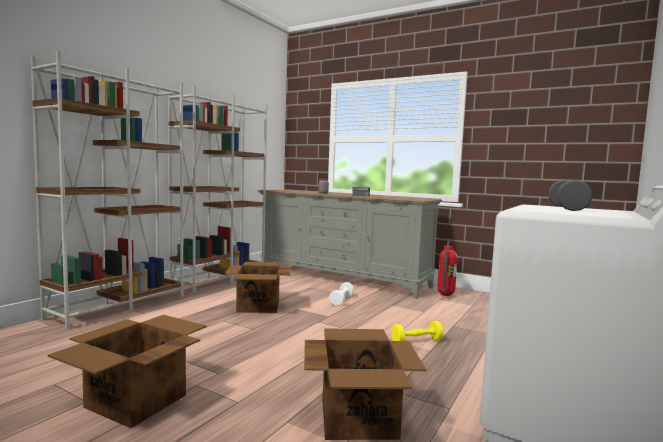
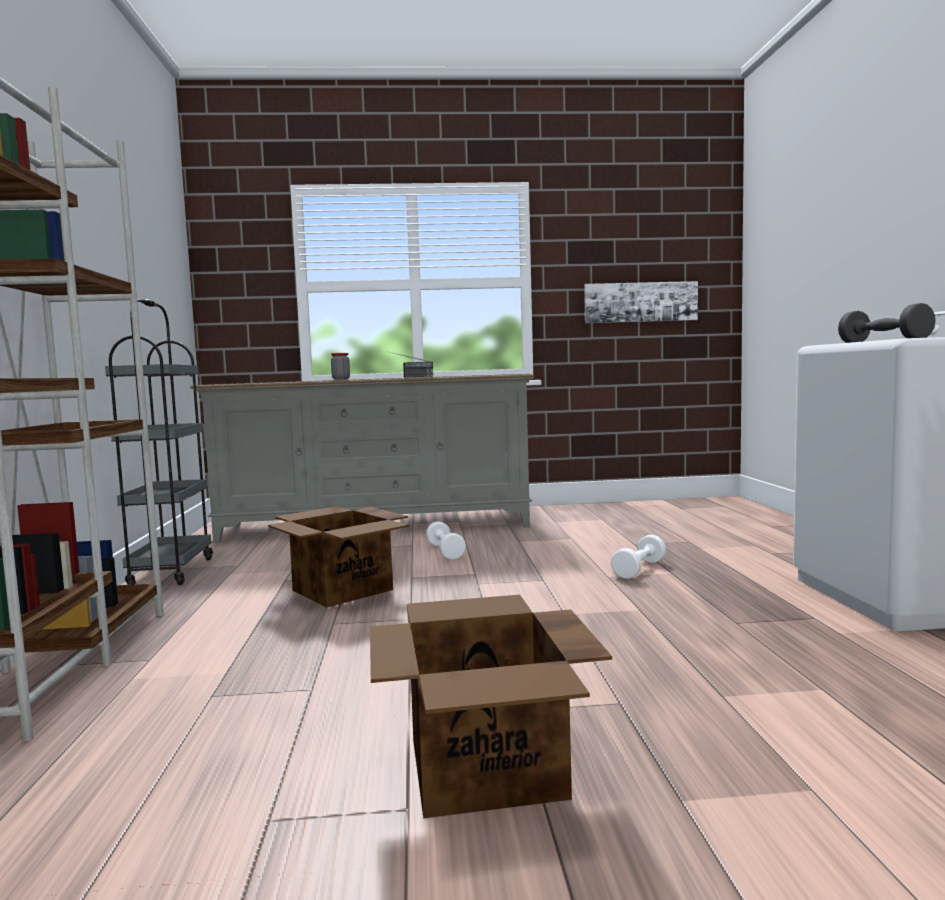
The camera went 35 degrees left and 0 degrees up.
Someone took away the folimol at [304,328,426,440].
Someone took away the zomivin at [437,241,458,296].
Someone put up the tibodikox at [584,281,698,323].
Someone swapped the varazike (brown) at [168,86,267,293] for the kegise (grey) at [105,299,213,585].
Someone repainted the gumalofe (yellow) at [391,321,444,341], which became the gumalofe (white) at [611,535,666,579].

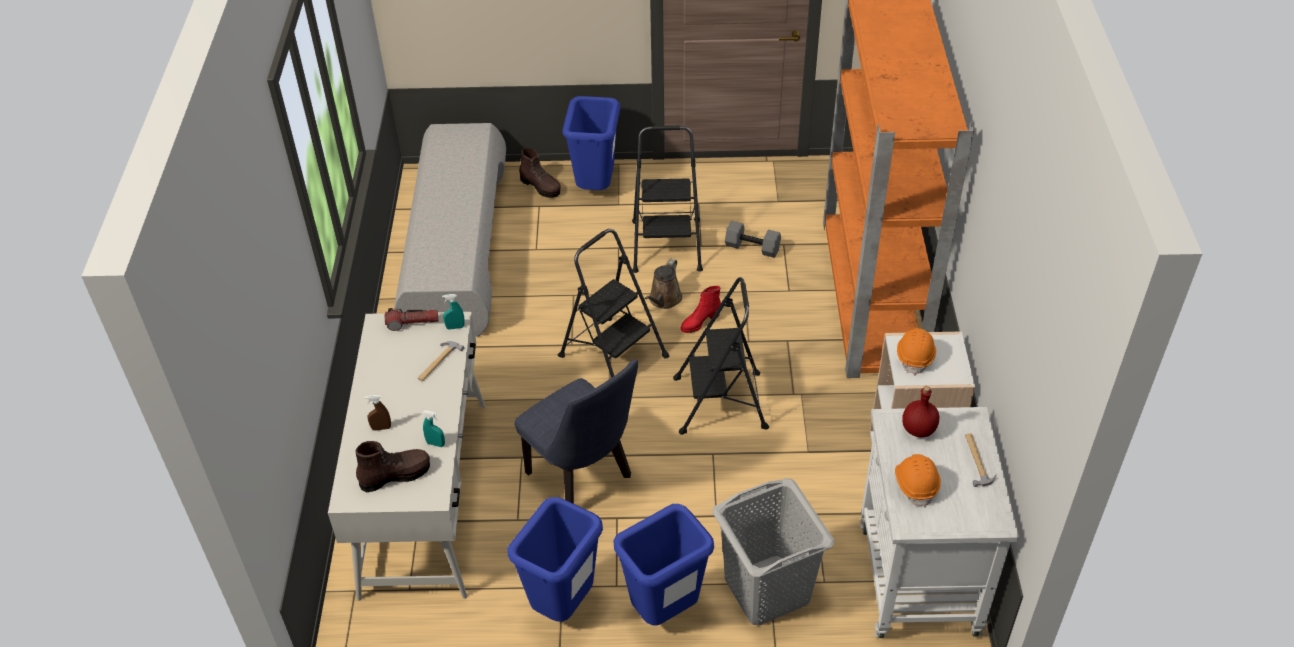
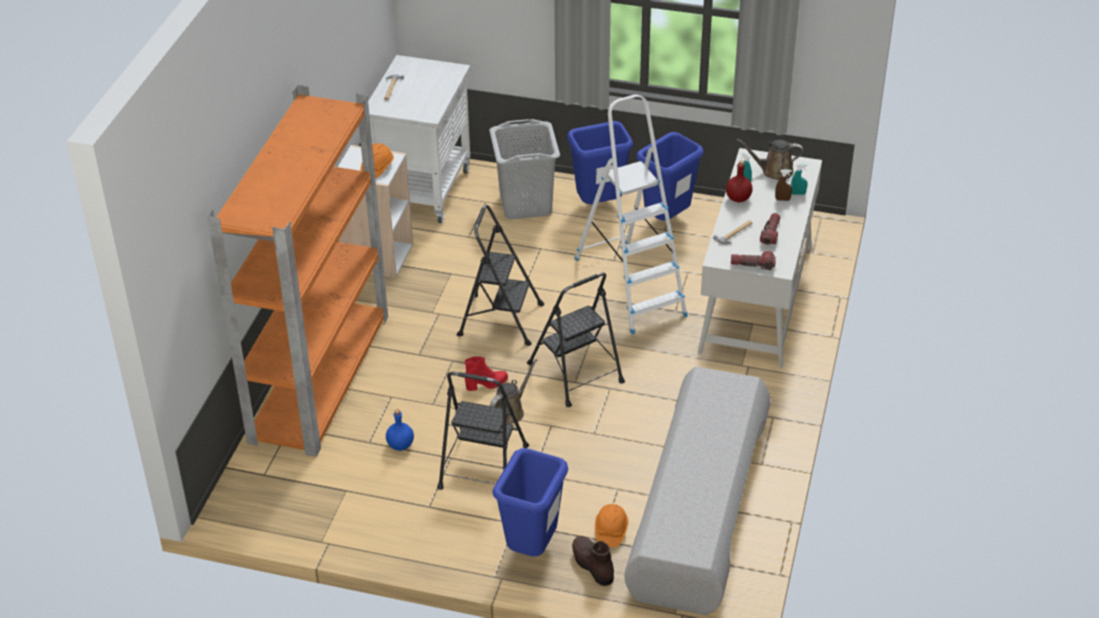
The camera went 165 degrees left and 5 degrees down.
Someone put down the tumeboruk at [760,213,780,245].
Someone carried the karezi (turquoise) from [442,294,465,330] to [791,164,808,195].
Someone carried the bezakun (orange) from [895,454,941,508] to [595,504,629,547].
Someone carried the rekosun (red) from [902,386,939,438] to [726,161,753,202].
Someone swapped the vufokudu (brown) at [355,441,430,492] for the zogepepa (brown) at [737,139,803,180].
Someone swapped the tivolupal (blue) at [514,359,638,504] for the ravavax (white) at [575,95,688,334].
Someone swapped the gumalofe (grey) at [725,221,781,258] for the rekosun (blue) at [386,410,414,451].

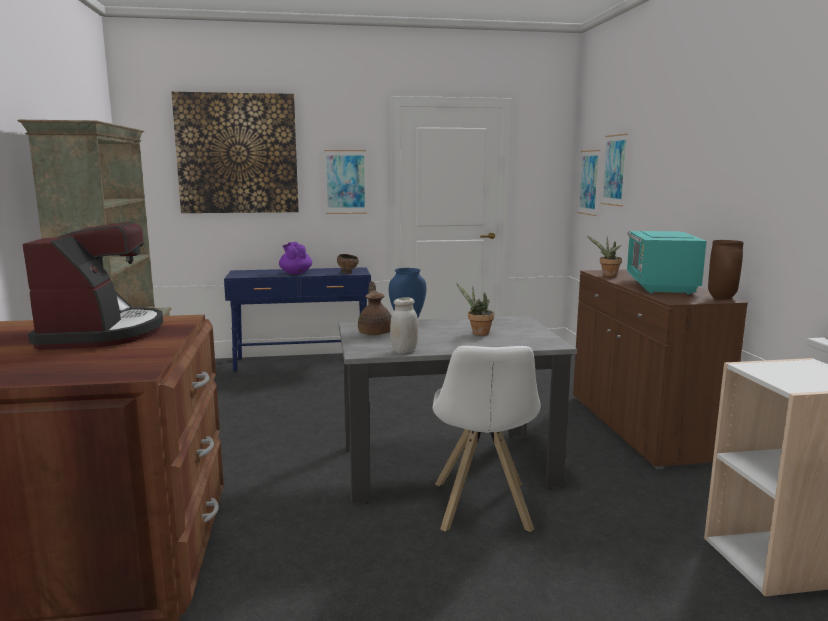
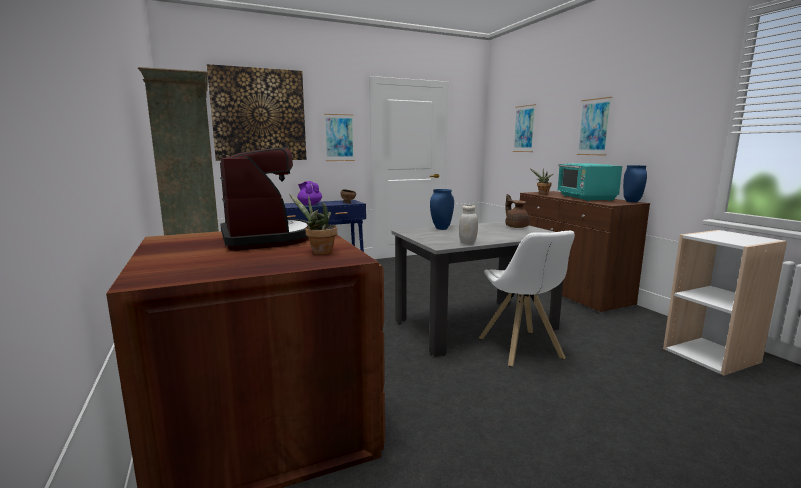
The camera went 15 degrees left and 0 degrees up.
Someone carried the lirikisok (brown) from [358,281,392,335] to [505,194,530,228].
Someone carried the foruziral from [456,283,494,336] to [289,194,337,255].
Someone carried the tibodikox from [578,150,600,216] to [577,97,612,156].
Someone repainted the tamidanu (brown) at [708,240,744,299], which became the tamidanu (blue) at [623,165,647,202].

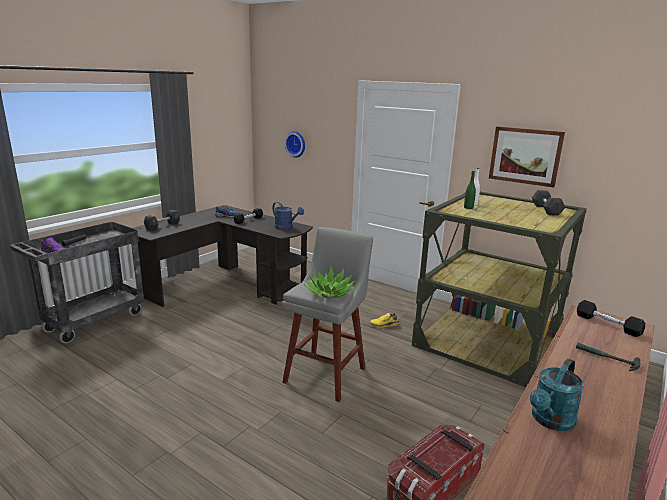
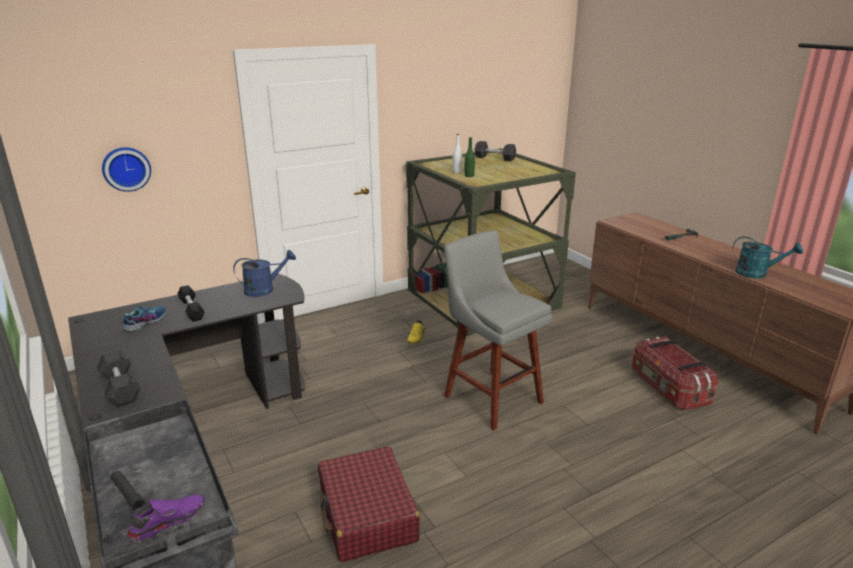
The camera went 65 degrees left and 5 degrees up.
Someone took away the foruziral at [304,266,355,298].
Someone took away the tibodikox at [489,126,565,188].
Someone took away the gumalofe (black) at [577,300,646,337].
Someone put down the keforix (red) at [318,446,420,562].
Someone rotated the zogepepa (turquoise) at [530,358,584,431] by 45 degrees counterclockwise.

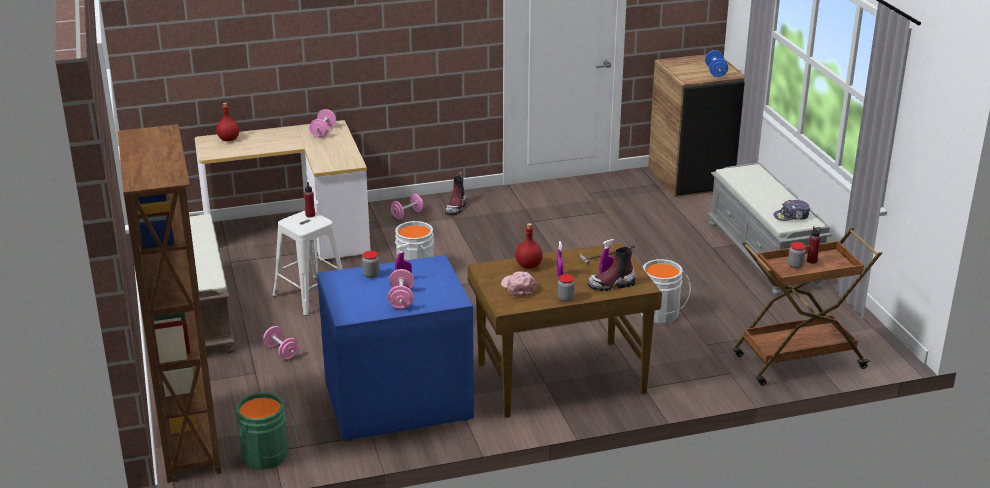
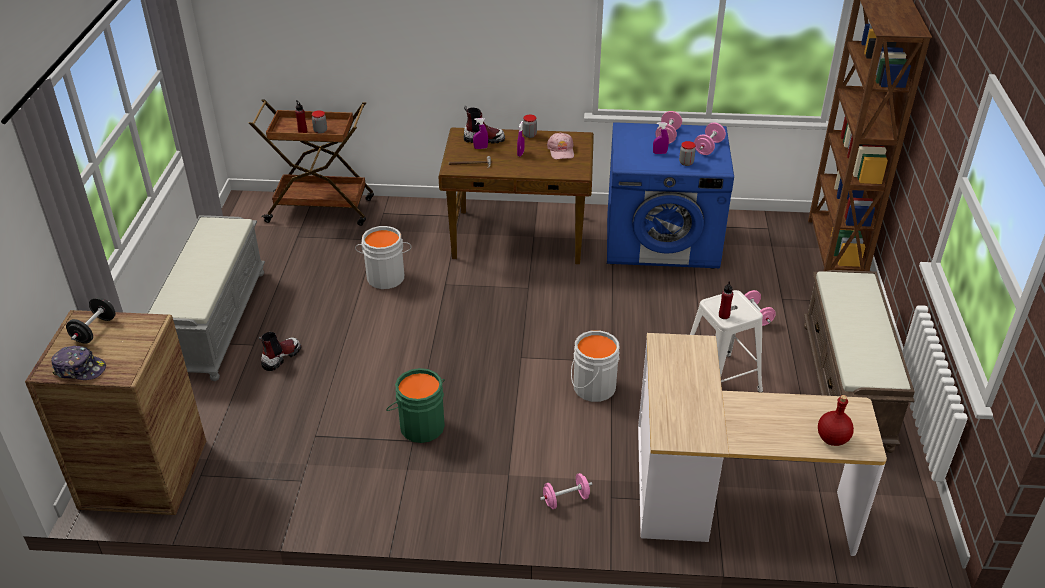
The camera went 160 degrees left and 10 degrees up.
Someone took away the rekosun (red) at [516,223,543,269].
Someone carried the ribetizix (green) from [236,392,295,470] to [386,368,445,443].
Someone carried the gumalofe (pink) from [309,109,336,138] to [694,122,726,155].
Someone carried the vufokudu from [445,172,466,215] to [259,332,301,371].
Someone carried the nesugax from [774,200,810,221] to [51,346,106,380].
Someone repainted the gumalofe (blue) at [705,50,728,77], which became the gumalofe (black) at [66,297,115,344].

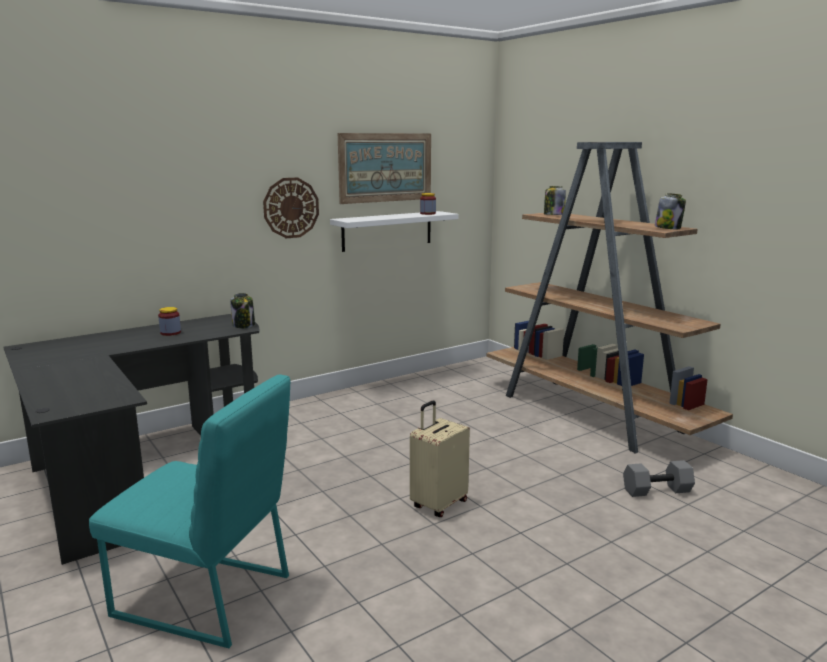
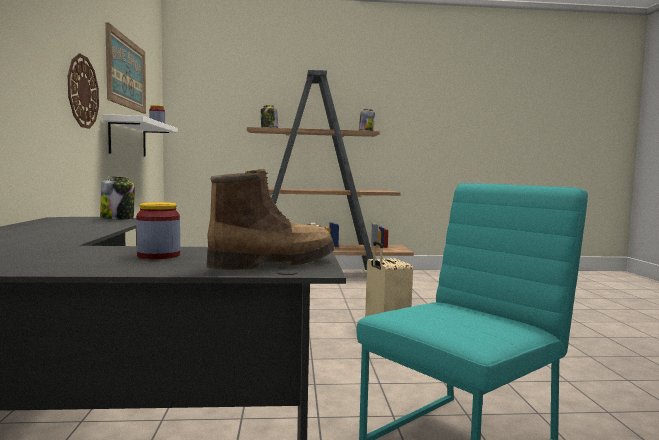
The camera went 60 degrees left and 10 degrees down.
Someone took away the gumalofe (grey) at [623,460,695,497].
Someone put down the vufokudu at [206,169,335,270].
Someone carried the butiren from [158,307,181,336] to [136,202,180,259].

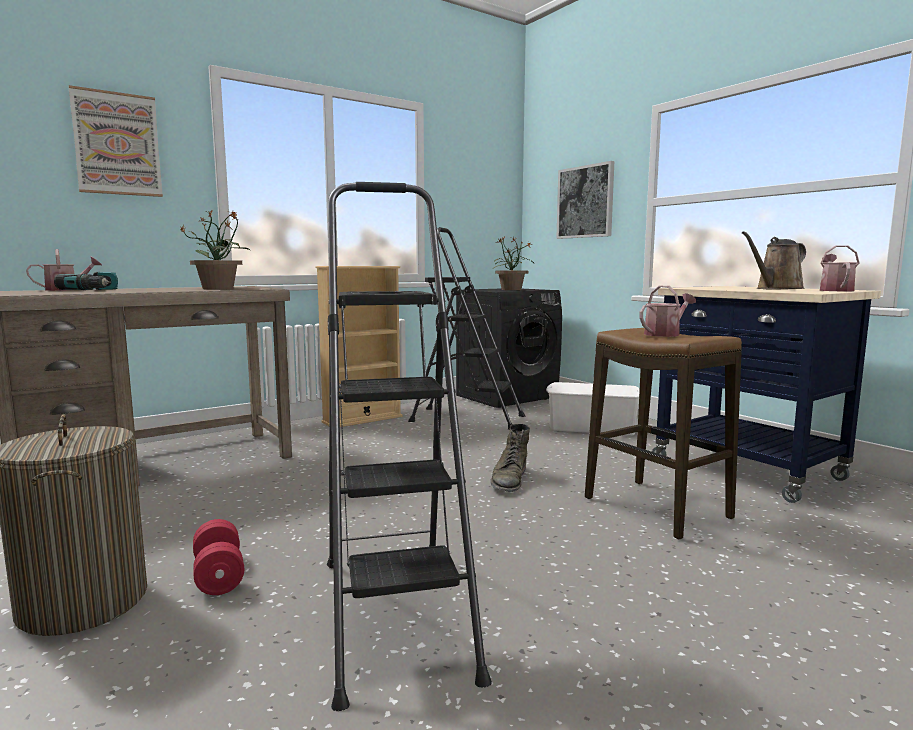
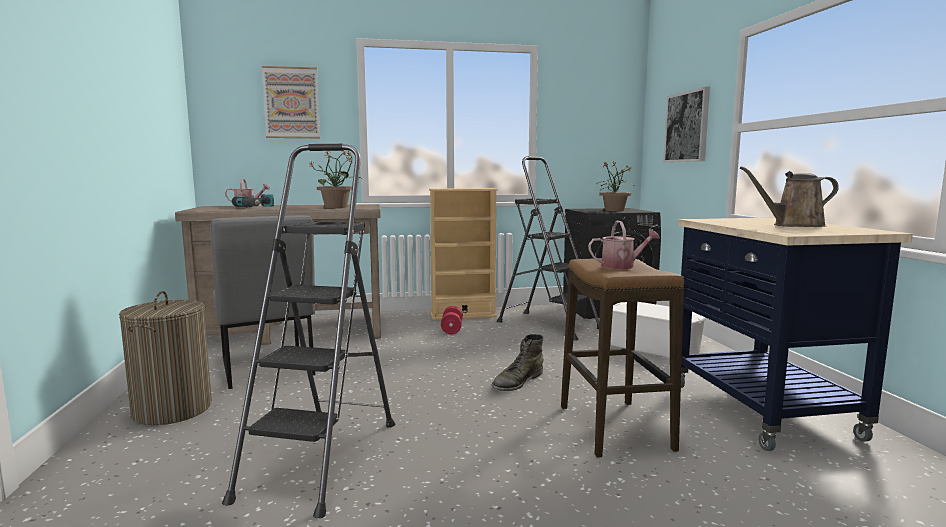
The camera went 25 degrees right and 0 degrees up.
Someone took away the zogepepa at [820,245,860,291].
Someone put down the tivolupal (grey) at [210,215,315,389].
Someone carried the gumalofe (red) from [193,519,244,595] to [441,306,463,334].

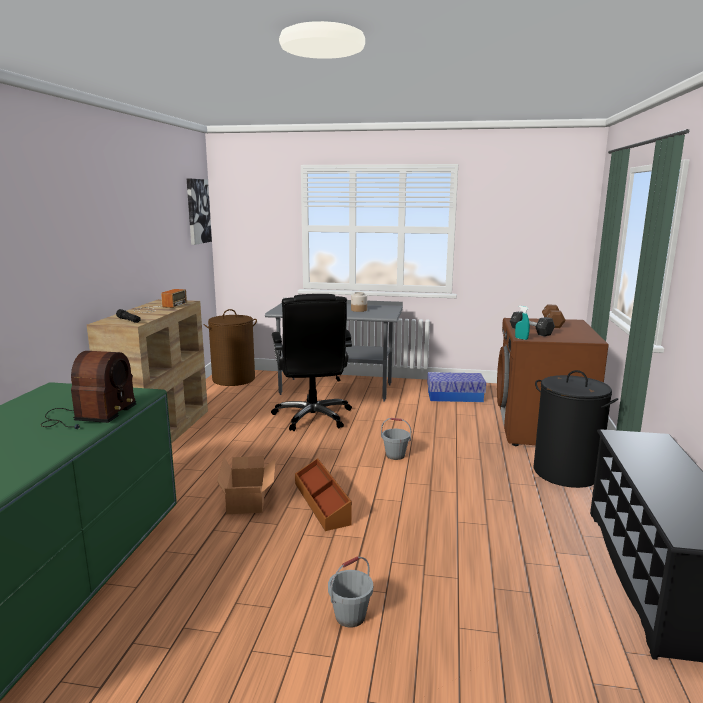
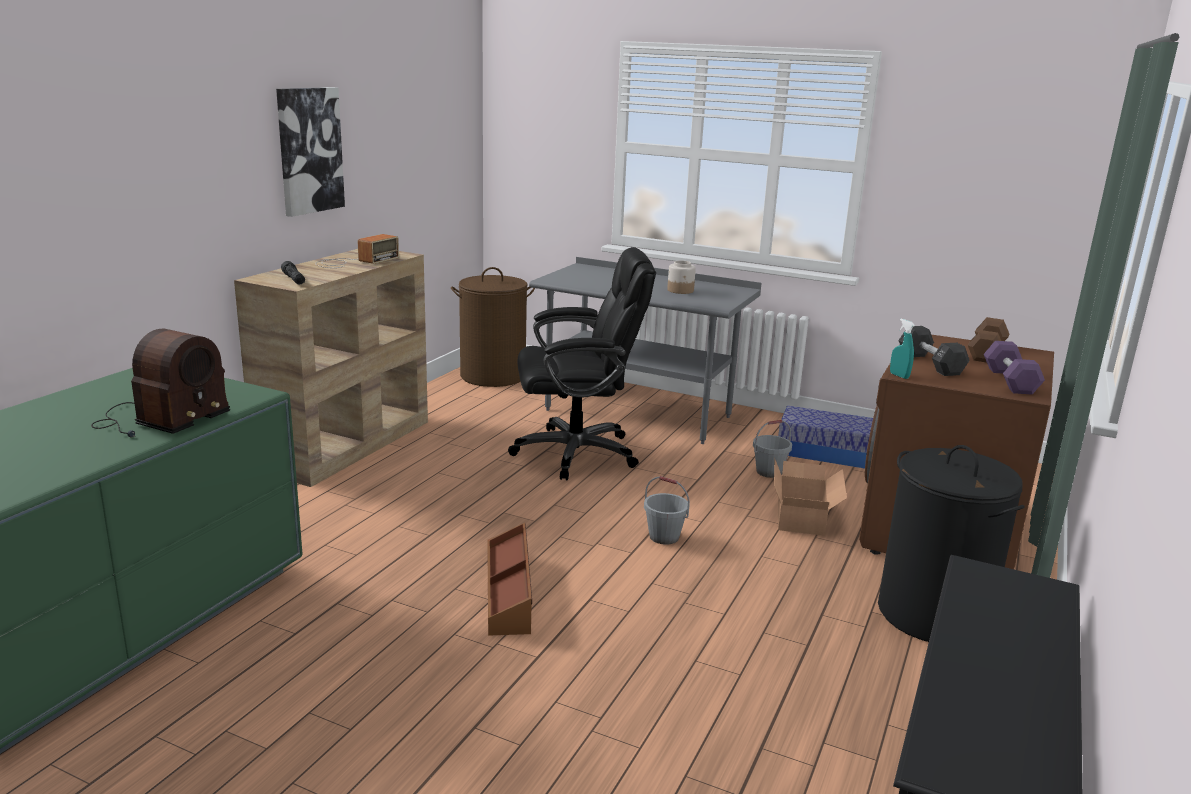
The camera went 15 degrees right and 5 degrees up.
Someone put down the gumalofe (purple) at [984,341,1045,394].
Someone carried the tibodikox from [187,179,212,245] to [276,87,345,217].
Someone carried the folimol from [217,456,276,514] to [774,458,847,536].
Someone carried the ribetizix (grey) from [328,556,373,628] to [753,420,792,478].
Someone rotated the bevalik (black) at [271,294,352,431] by 105 degrees counterclockwise.

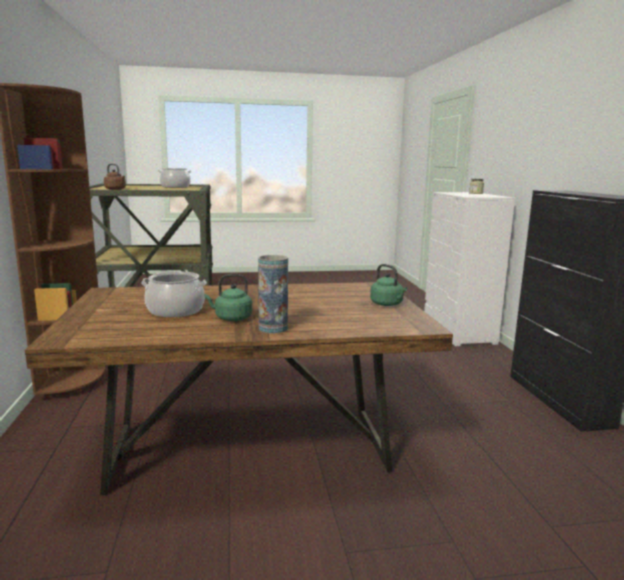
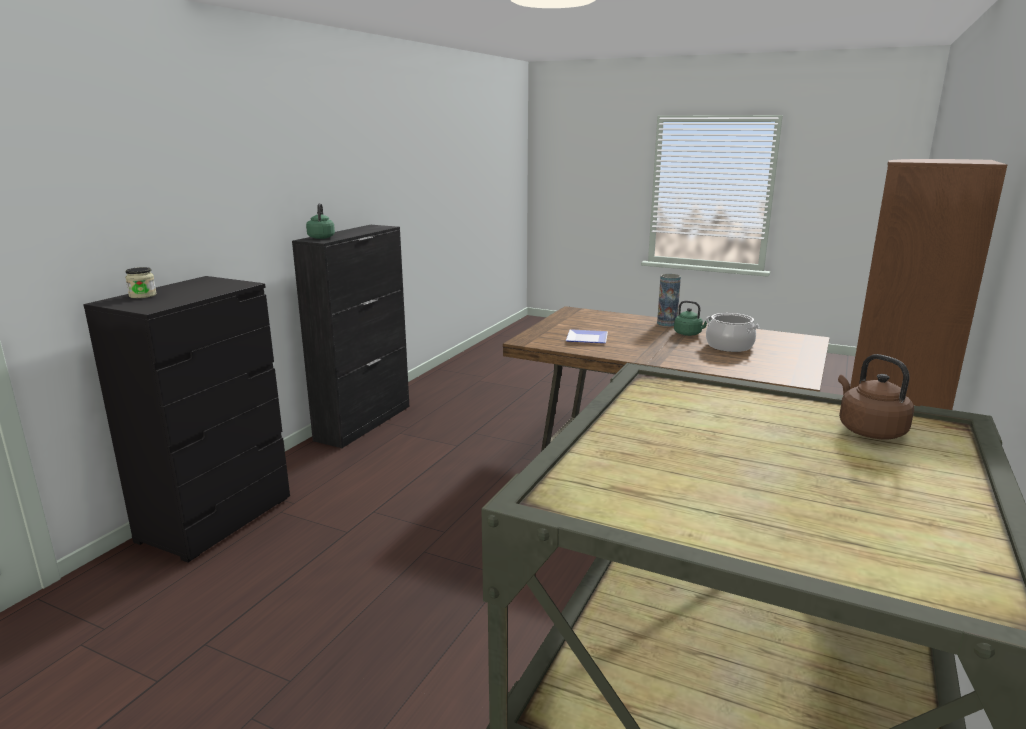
The camera went 145 degrees left and 5 degrees up.
Someone took away the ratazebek at [157,168,192,188].
Someone put down the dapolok at [566,329,608,343].
Someone carried the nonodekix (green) from [370,264,407,306] to [306,203,335,239].
Someone repainted the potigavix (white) at [424,192,515,346], which became the potigavix (black) at [83,276,290,563].

